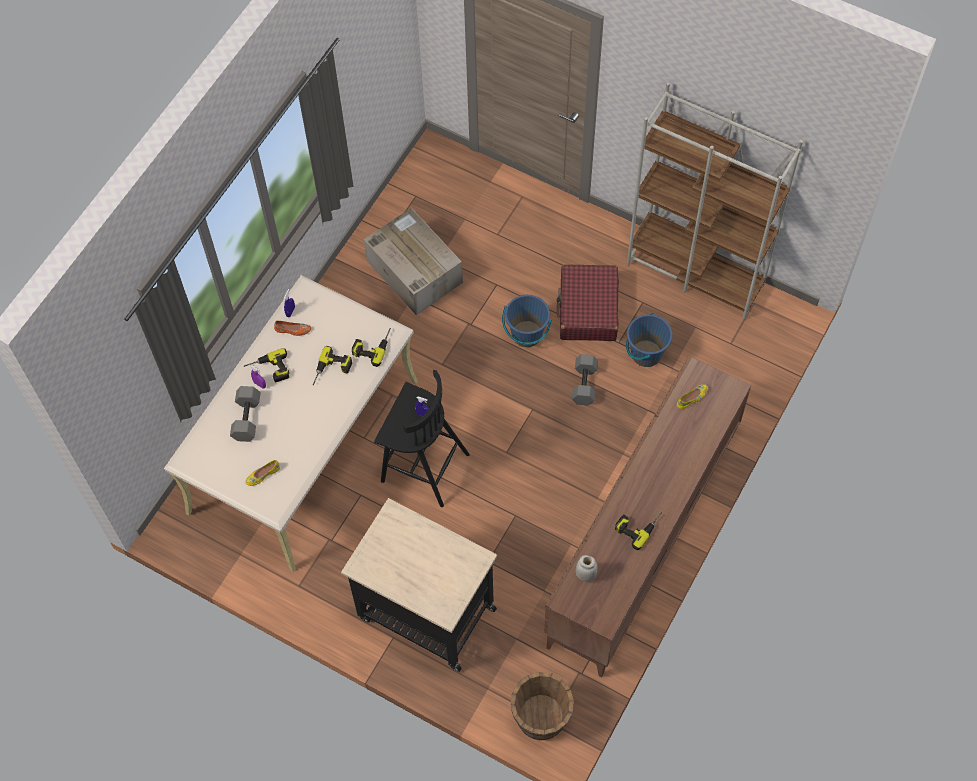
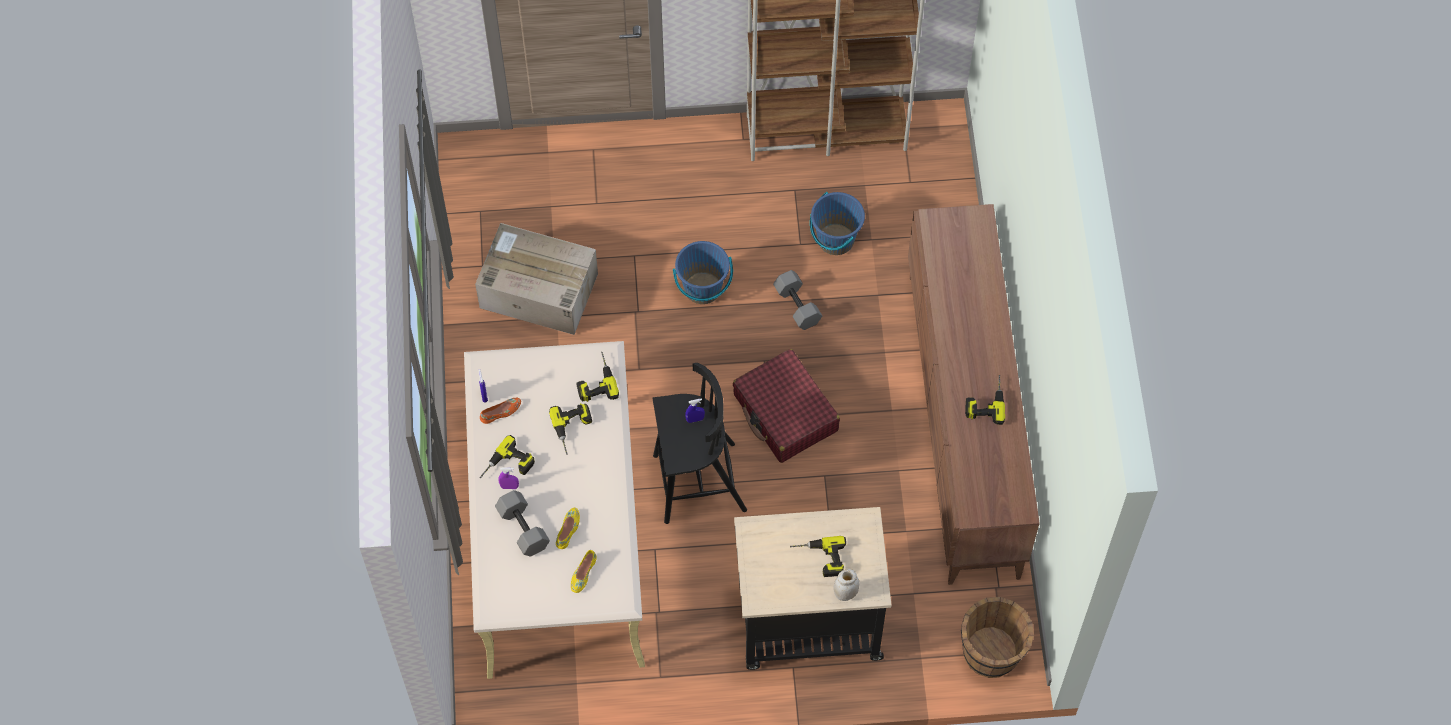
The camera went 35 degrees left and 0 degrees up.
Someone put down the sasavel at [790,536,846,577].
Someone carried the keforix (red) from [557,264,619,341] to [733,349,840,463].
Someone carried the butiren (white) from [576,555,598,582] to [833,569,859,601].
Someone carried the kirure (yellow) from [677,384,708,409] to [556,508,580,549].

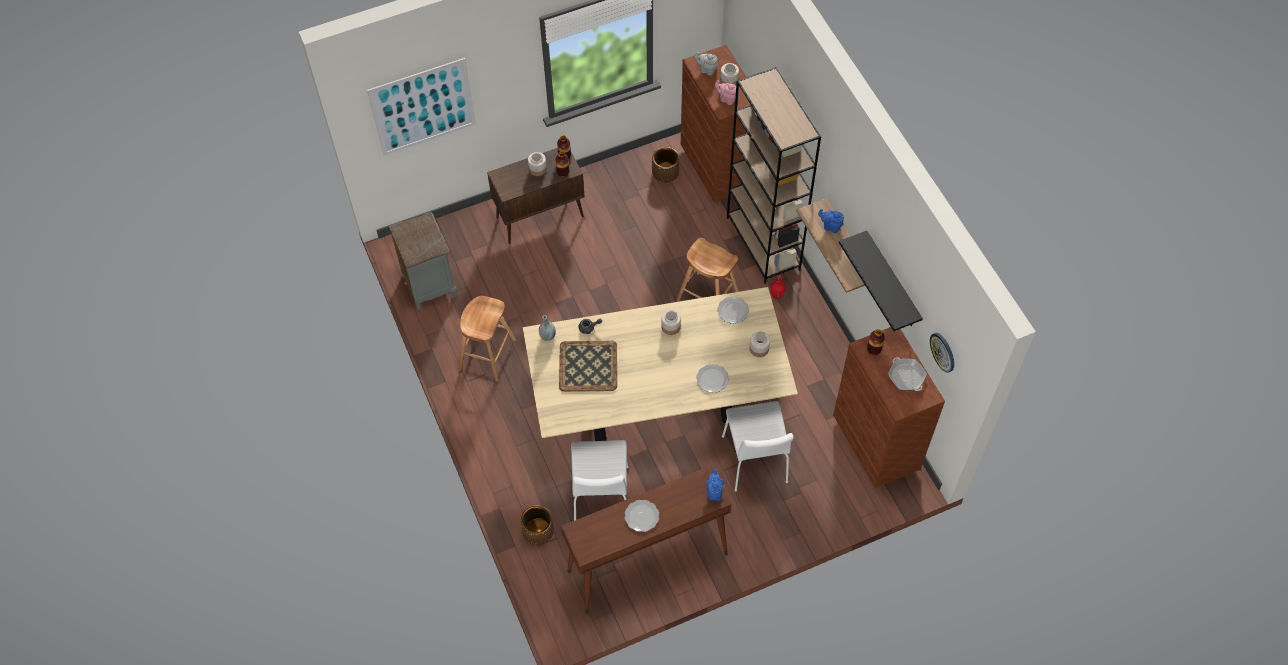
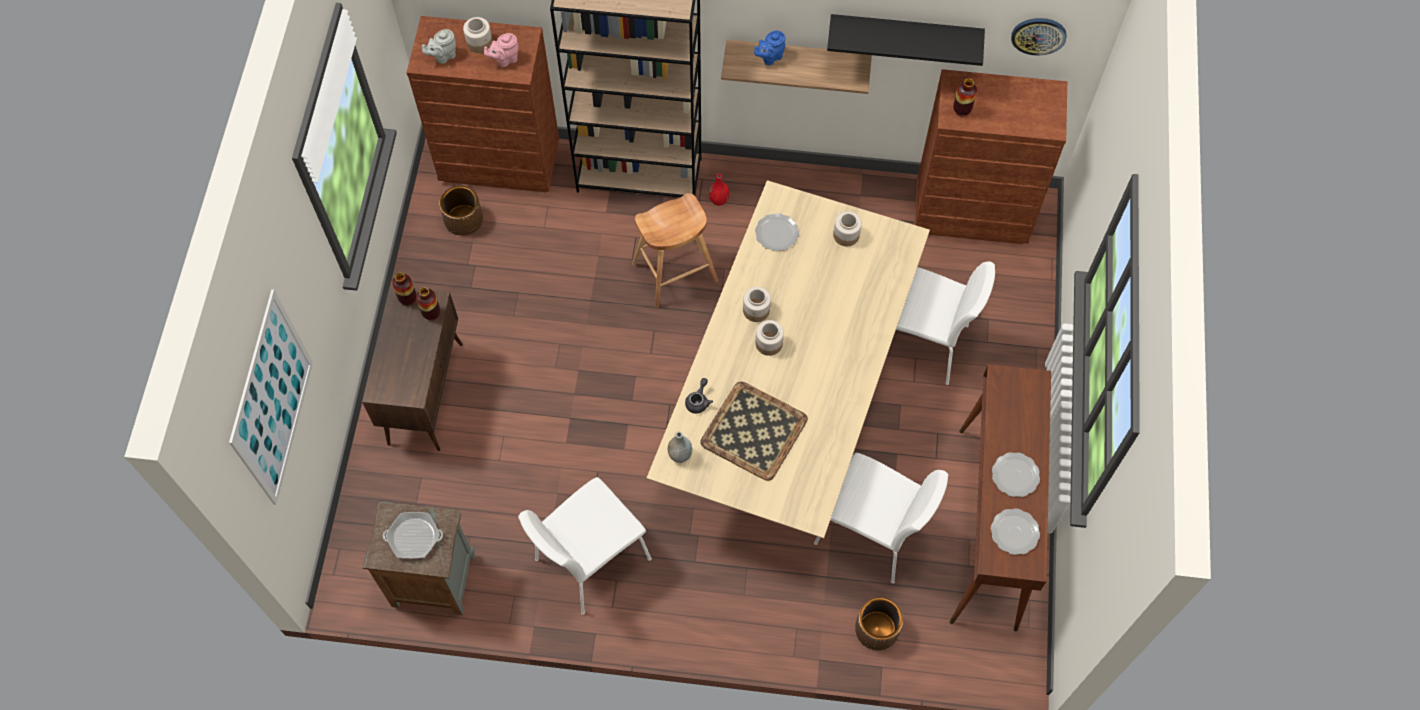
The camera went 60 degrees left and 5 degrees up.
Someone took away the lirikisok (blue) at [705,469,724,501].
Someone carried the butiren from [528,152,547,176] to [756,320,784,356].
Someone carried the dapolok from [696,364,729,393] to [991,508,1040,555].
Someone carried the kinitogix from [888,358,927,391] to [383,512,443,559].
Someone swapped the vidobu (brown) at [459,296,516,382] for the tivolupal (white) at [518,477,651,614].

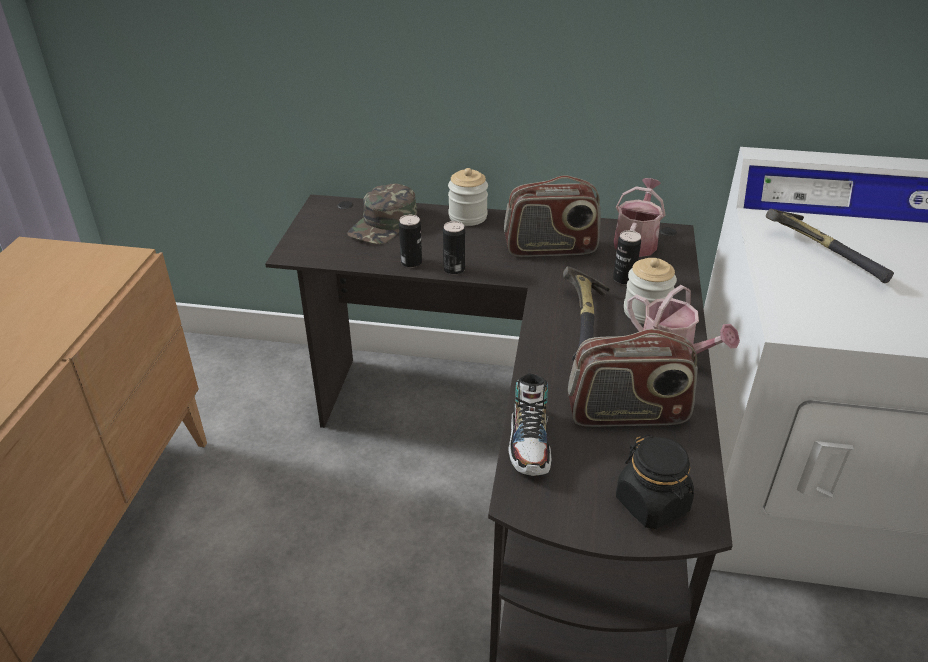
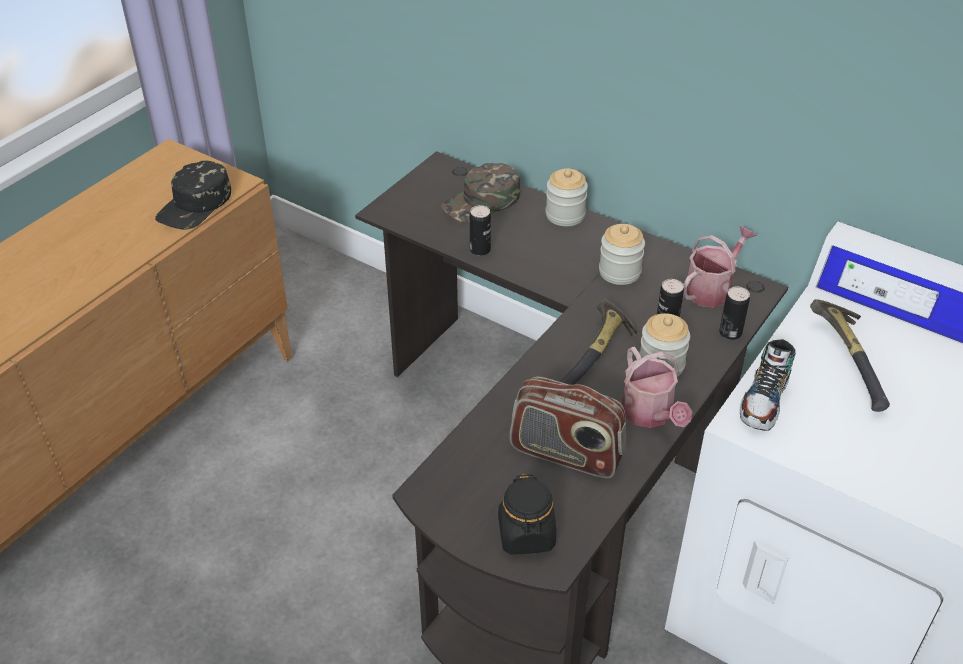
The camera went 25 degrees right and 5 degrees up.
Someone put down the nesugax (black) at [155,161,231,230].
Someone carried the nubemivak from [443,221,465,275] to [719,286,750,340].
Someone carried the kirure from [508,373,551,476] to [740,339,796,431].
Someone swapped the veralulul at [504,175,601,257] for the butiren at [599,224,645,285].

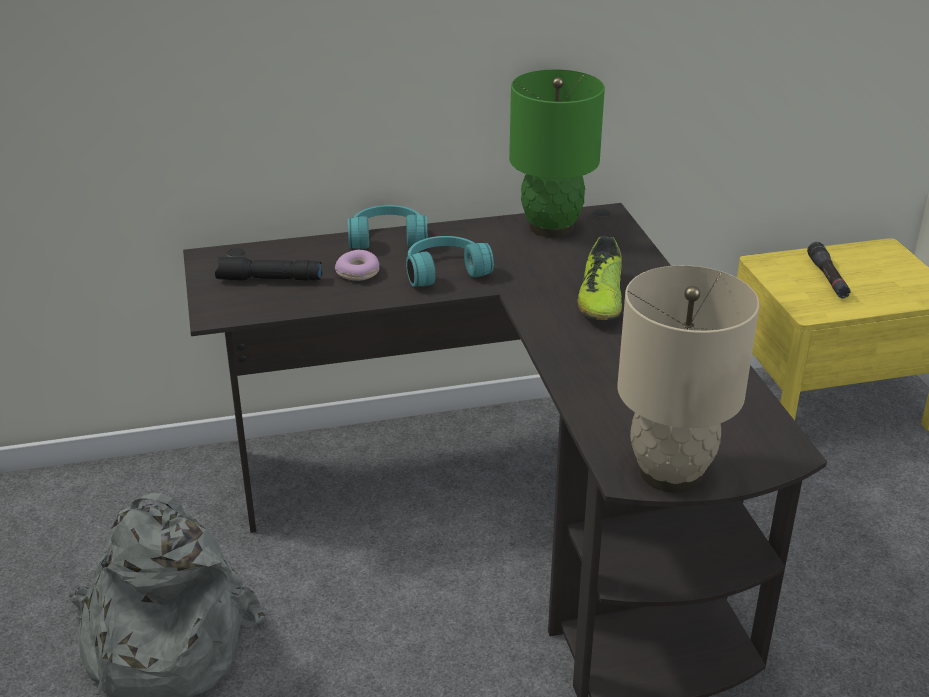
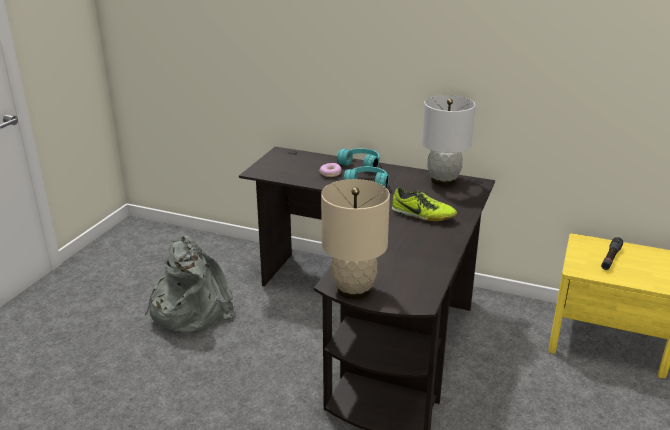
The camera went 35 degrees right and 5 degrees down.
Someone took away the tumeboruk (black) at [215,257,322,281].
Someone repainted the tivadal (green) at [509,69,605,237], which became the tivadal (white) at [422,95,475,186].
Someone rotated the kirure at [577,236,622,320] by 105 degrees counterclockwise.

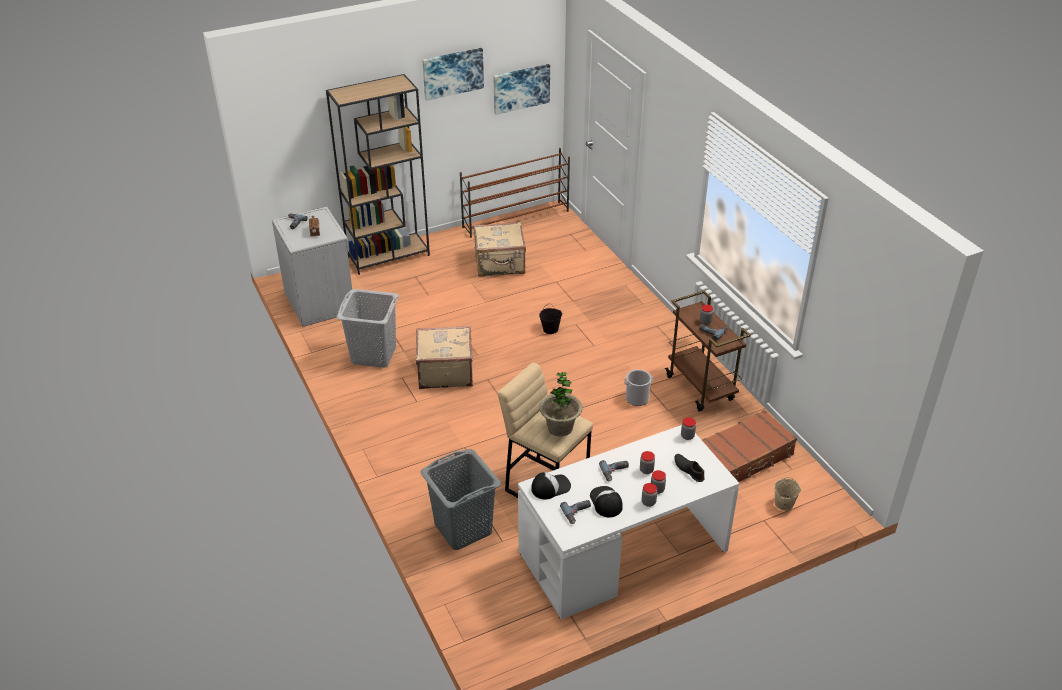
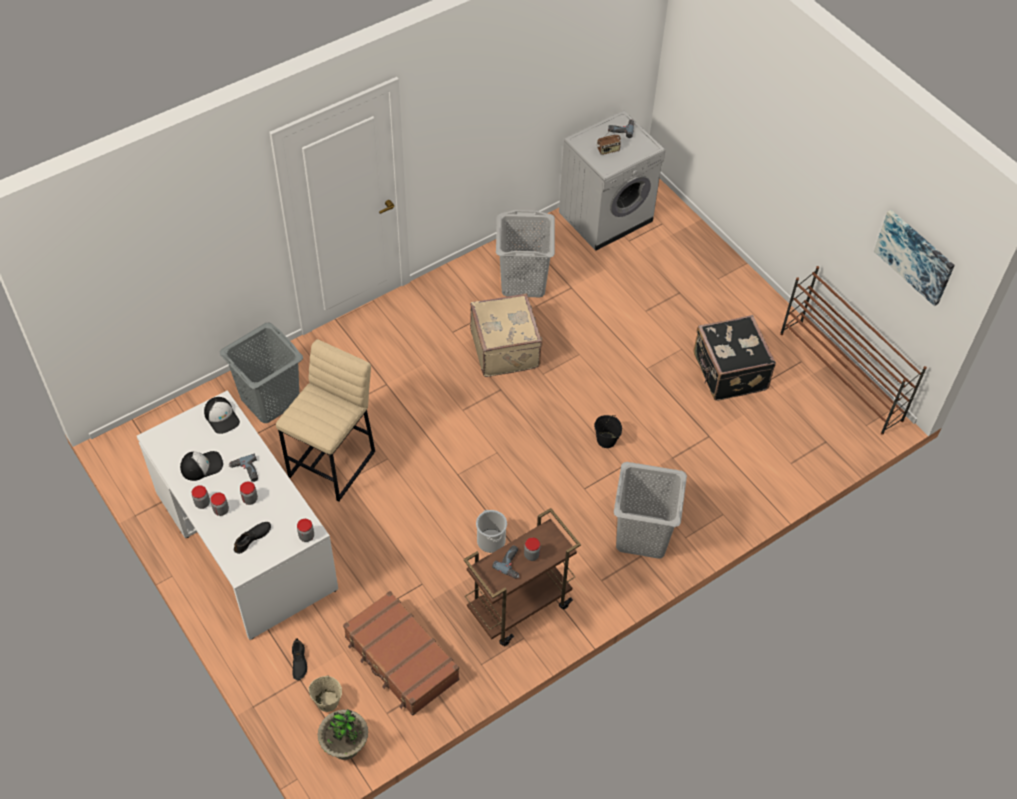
The camera went 80 degrees right and 15 degrees up.
Someone took away the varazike at [326,74,430,275].
Someone took away the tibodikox at [422,48,484,100].
Someone took away the sasavel at [560,500,591,524].
Someone put down the kirure (black) at [292,638,307,680].
Someone put down the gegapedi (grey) at [614,462,687,558].
Someone carried the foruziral from [539,372,583,437] to [318,709,368,760].
Someone repainted the keforix (beige) at [473,222,526,277], which became the keforix (black) at [693,315,776,401].

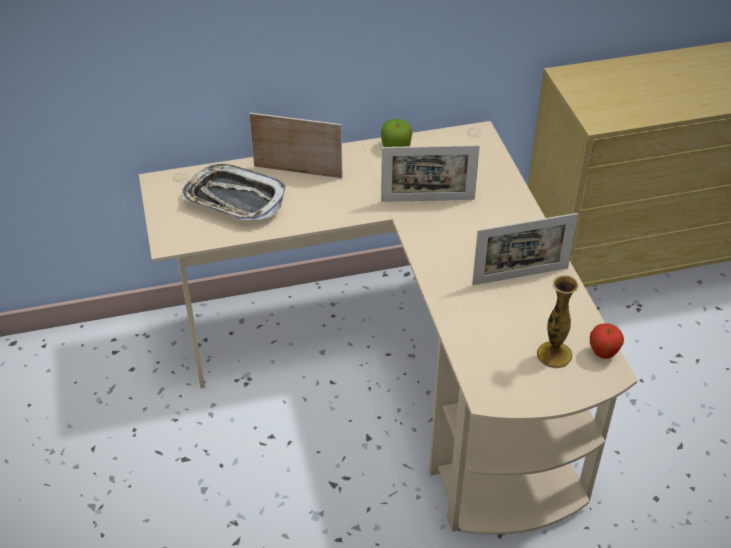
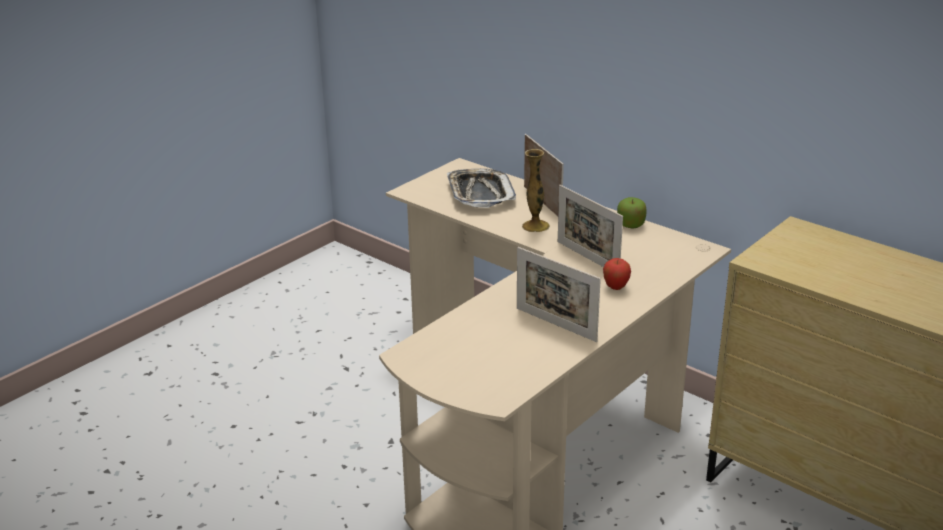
The camera went 55 degrees right and 15 degrees down.
Someone carried the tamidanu from [537,275,578,369] to [522,149,550,232].
Someone carried the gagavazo from [590,324,624,359] to [603,258,631,290].

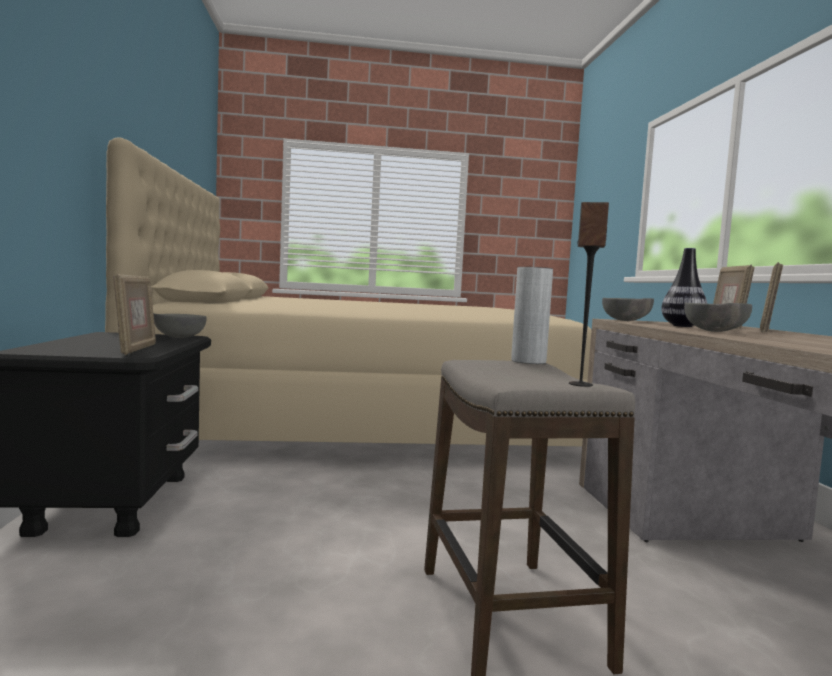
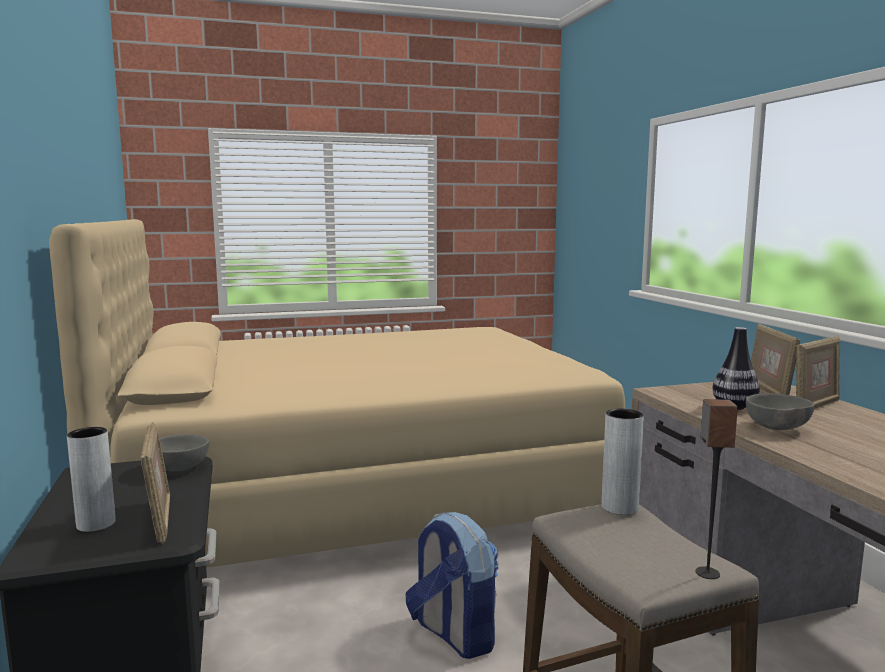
The camera went 10 degrees left and 5 degrees up.
Someone took away the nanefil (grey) at [602,298,654,321].
Someone put down the tamidanu (grey) at [67,427,116,532].
Someone put down the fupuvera at [406,512,499,659].
Someone rotated the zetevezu at [760,262,783,333] by 150 degrees counterclockwise.

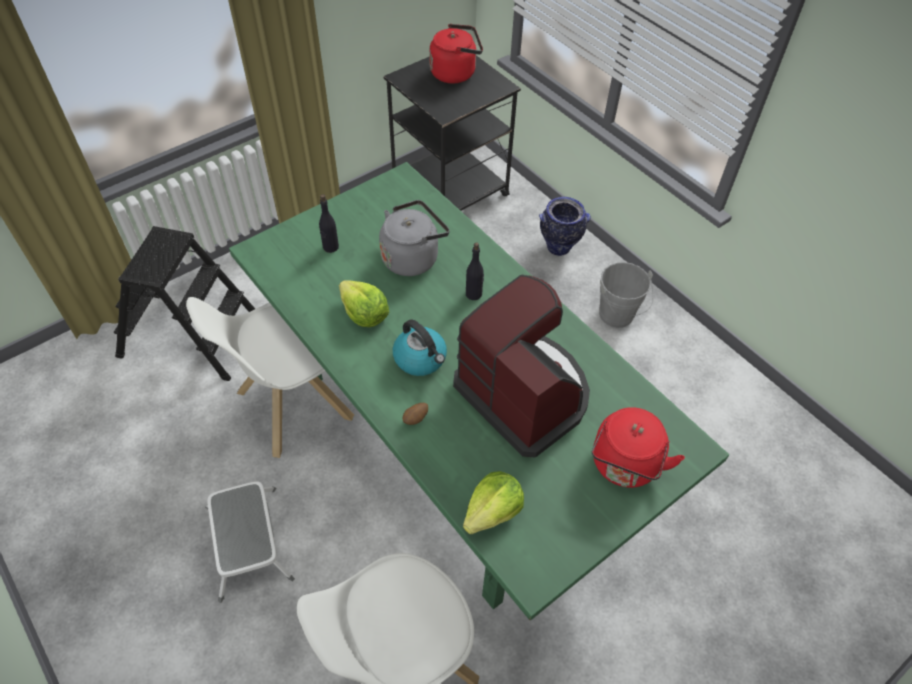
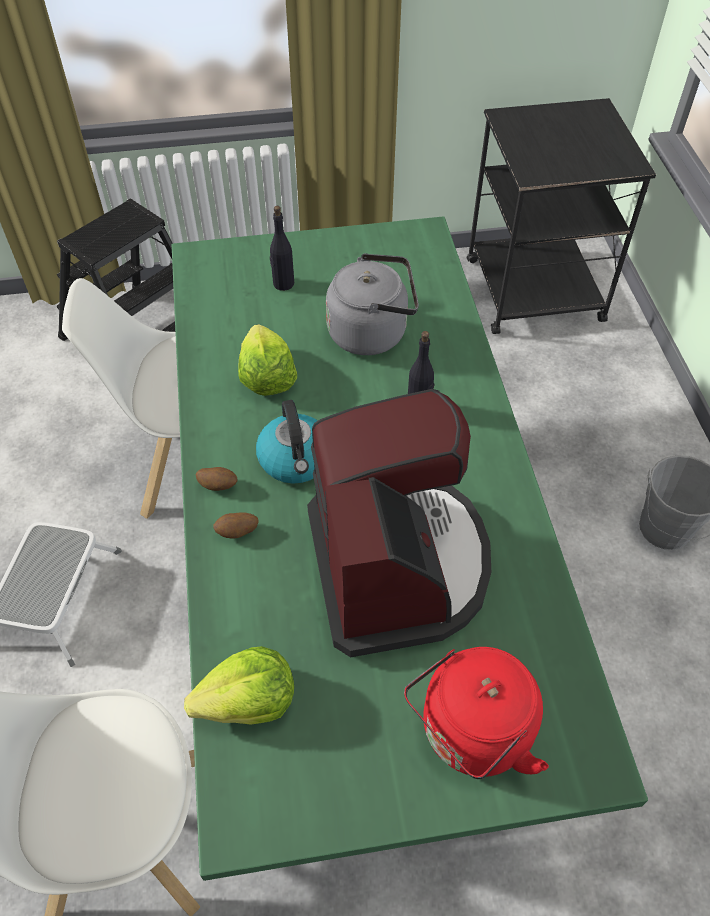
The camera went 30 degrees right and 0 degrees up.
Someone took away the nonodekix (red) at [429,24,483,83].
Someone took away the tamidanu at [539,197,591,256].
Someone put down the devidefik at [196,467,237,491].

